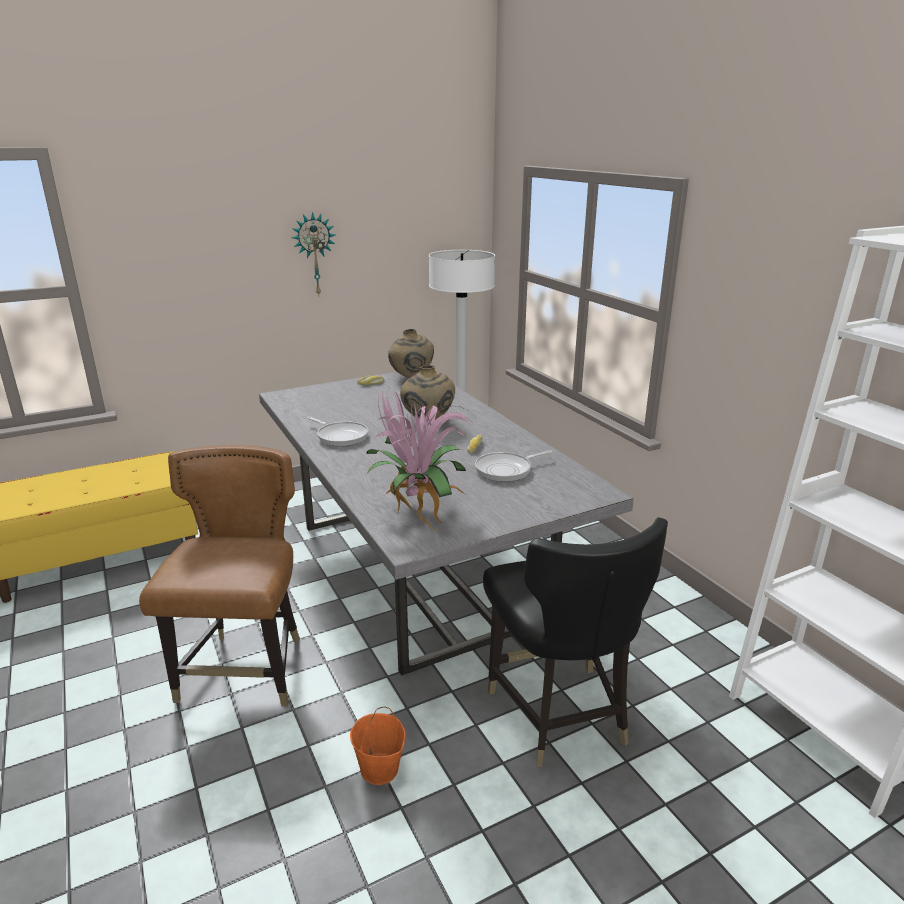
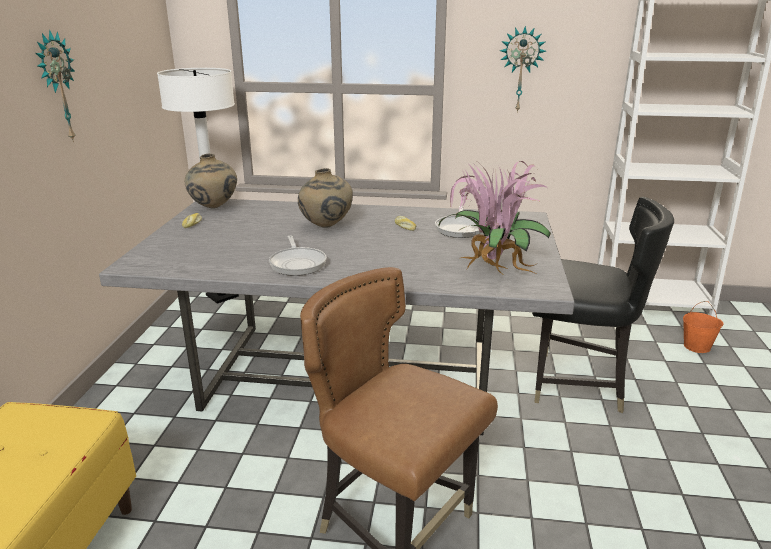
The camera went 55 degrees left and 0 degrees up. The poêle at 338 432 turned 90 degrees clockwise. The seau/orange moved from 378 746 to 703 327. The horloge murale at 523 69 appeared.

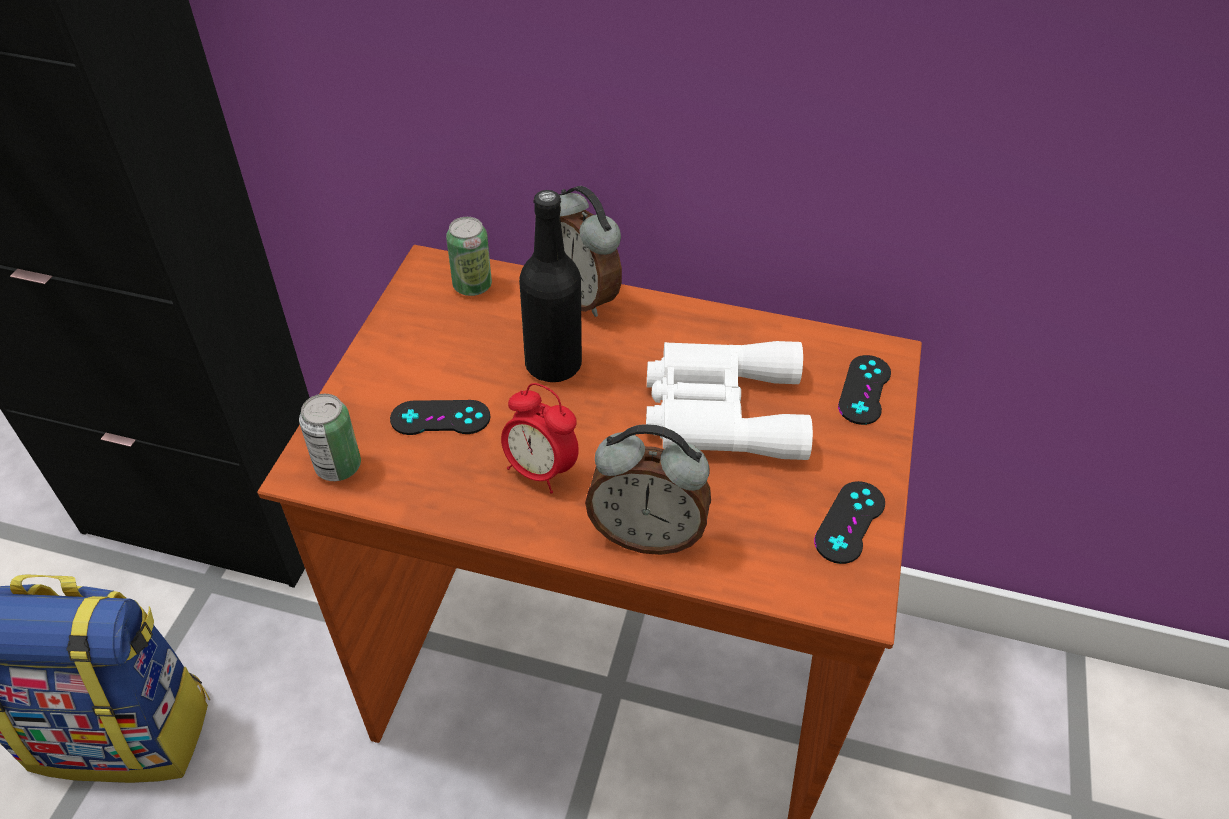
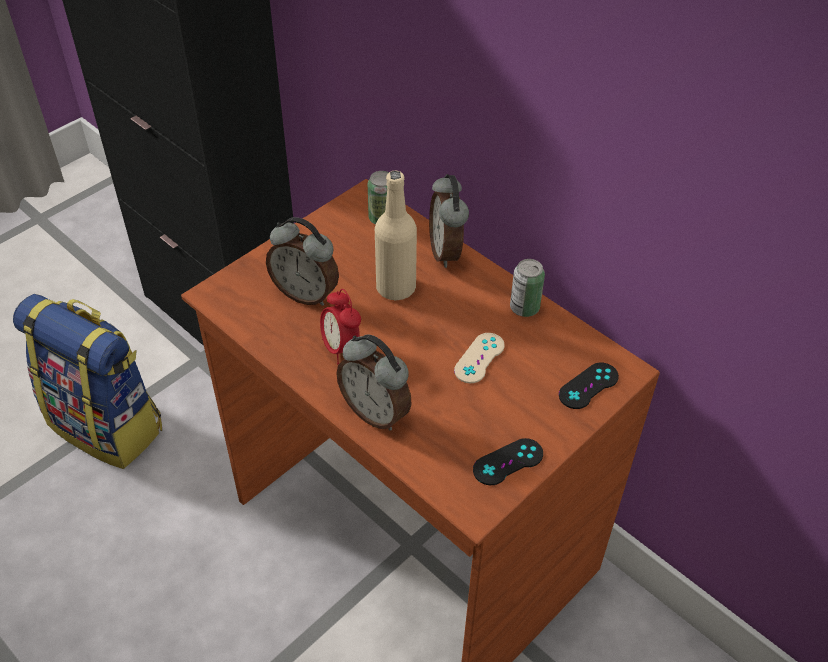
The camera went 30 degrees right and 0 degrees up. The bouteille/noir at 550 286 became the bouteille/beige at 396 236. The jumelles/blanc at 729 400 was replaced by the manette/beige at 479 358. The boîte métallique moved from 330 437 to 527 288. The manette/noir at 440 417 was replaced by the réveil at 302 261.

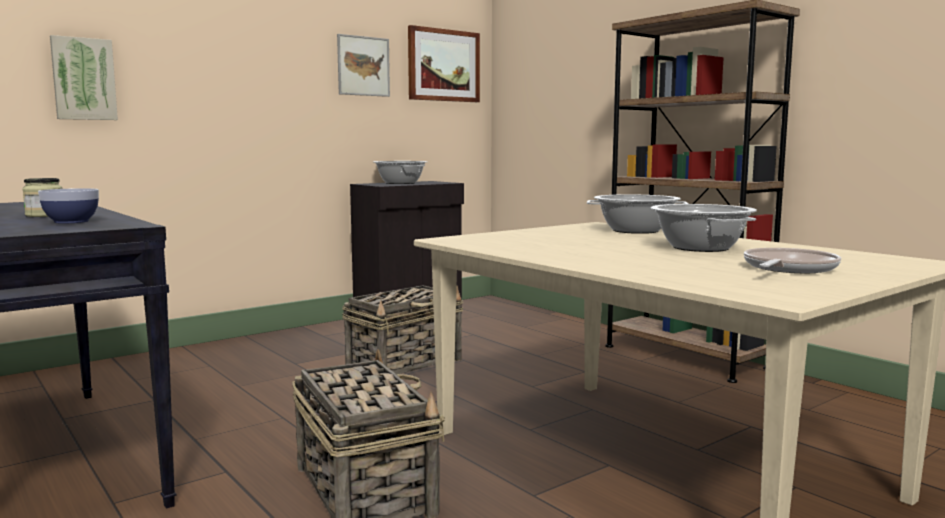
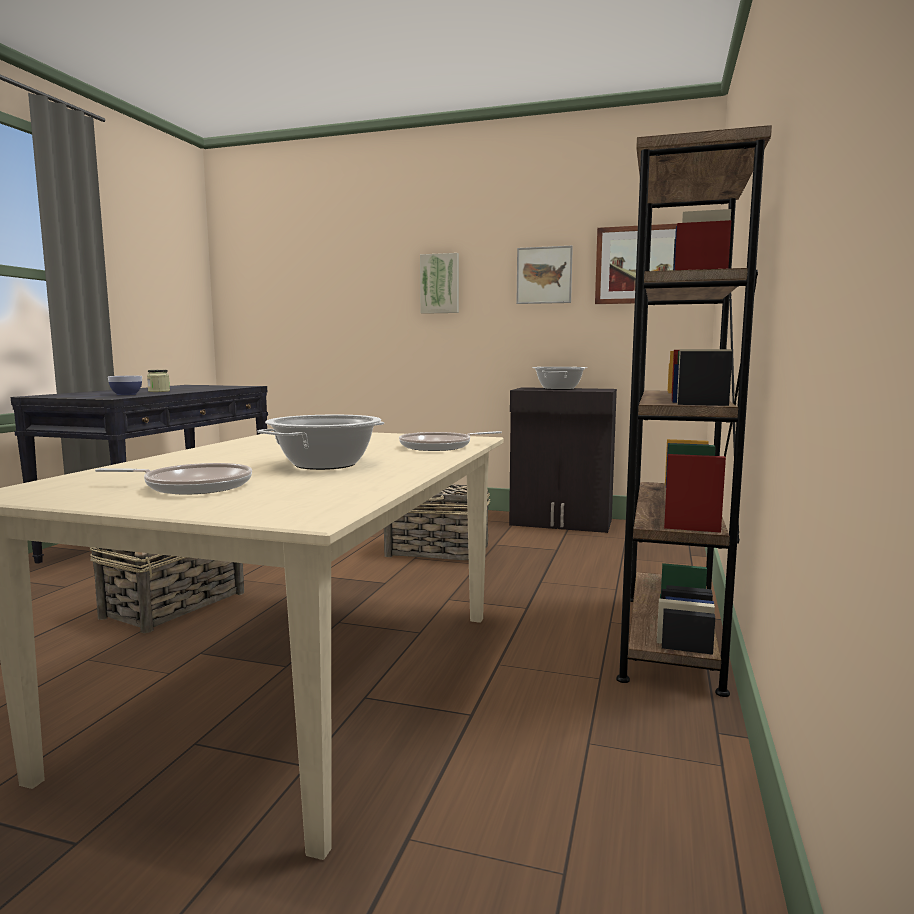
The camera went 55 degrees right and 0 degrees up. The tableau moved from 84 77 to 439 283. The marmite at 637 214 was replaced by the poêle at 450 441.

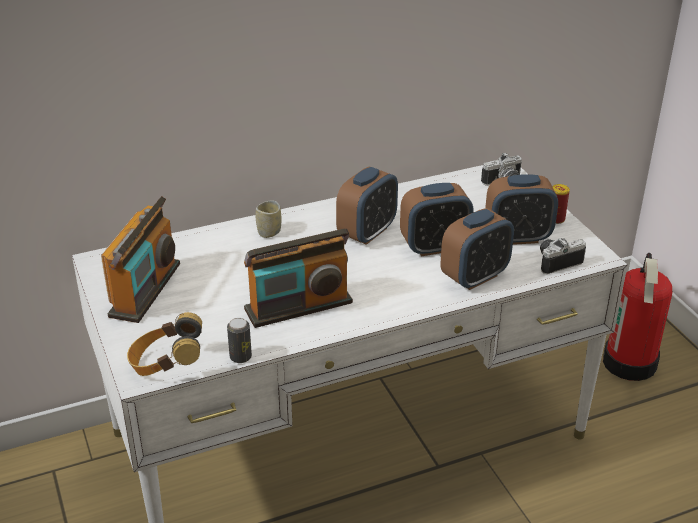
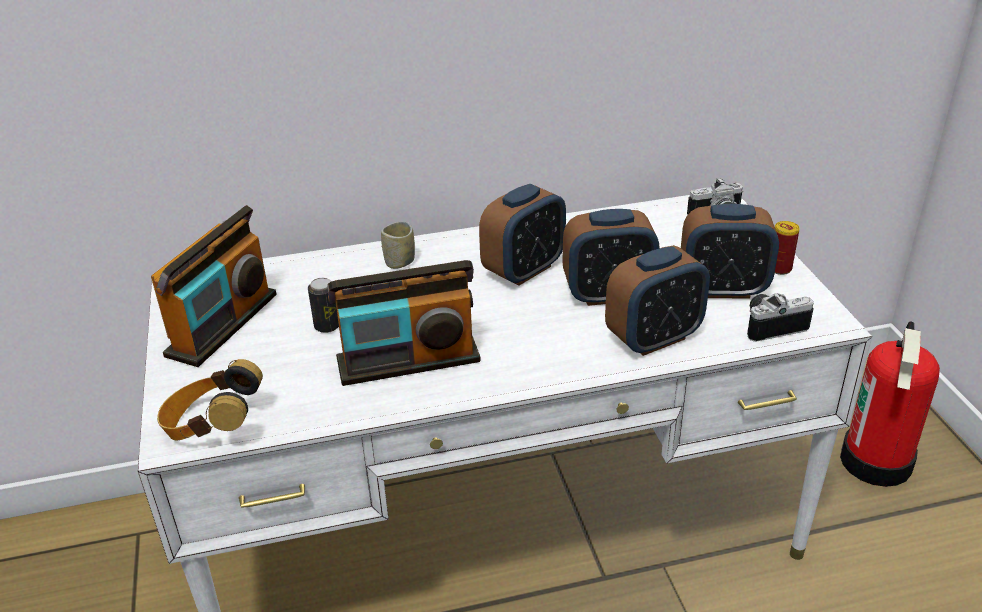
The camera went 10 degrees right and 0 degrees up. The boîte métallique moved from 239 340 to 323 305.

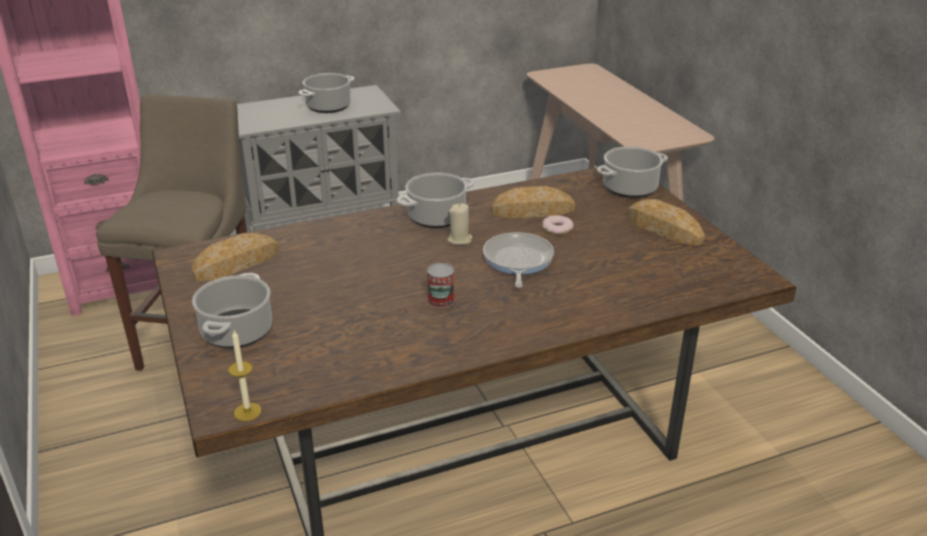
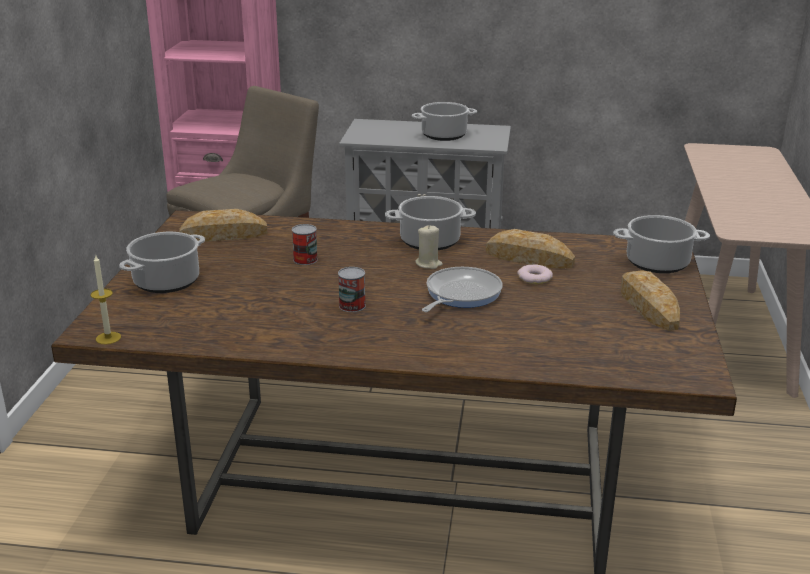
The camera went 30 degrees right and 5 degrees down. The boîte métallique at 305 244 appeared.

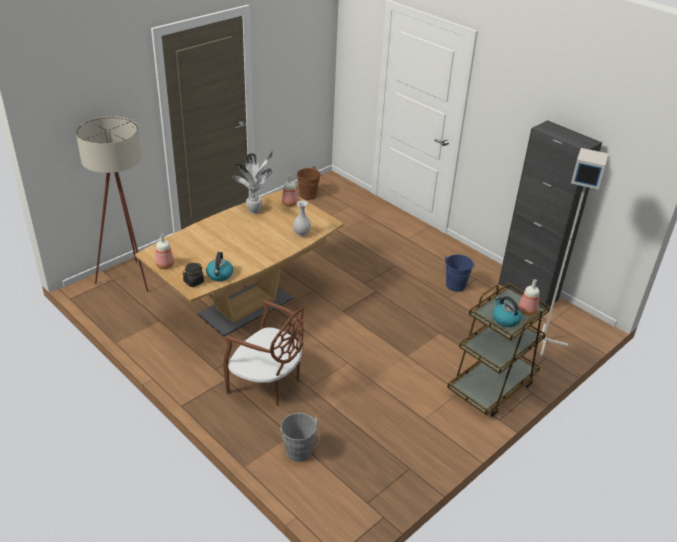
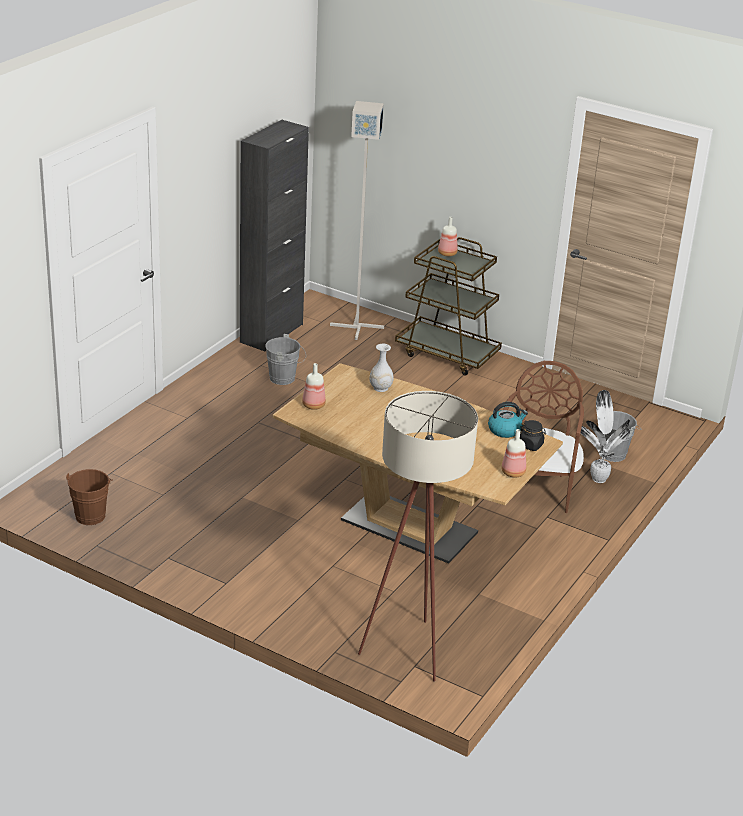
The camera went 105 degrees left and 5 degrees down. The plante en pot moved from 252 182 to 605 436. The seau/bleu at 459 273 became the seau/gris at 285 359. The bouilloire at 507 311 disappeared.

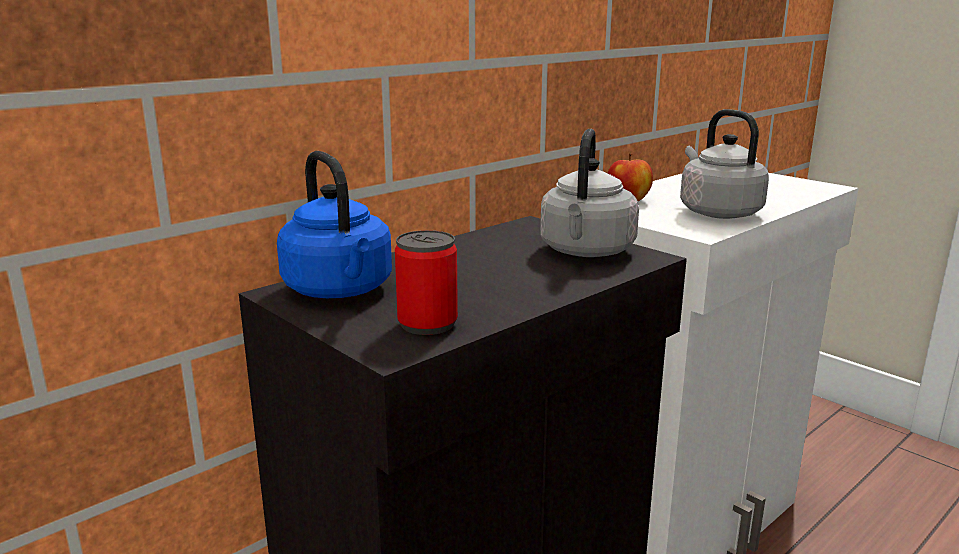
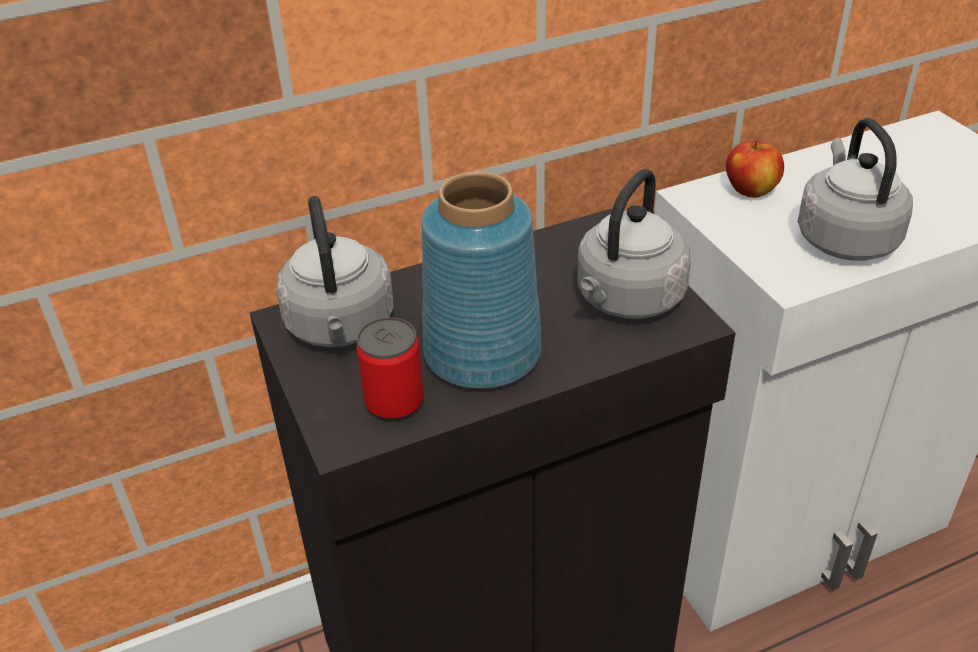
The camera went 20 degrees right and 20 degrees up. The bouilloire/bleu at 334 224 became the bouilloire/gris at 335 271. The vase/bleu at 481 280 appeared.

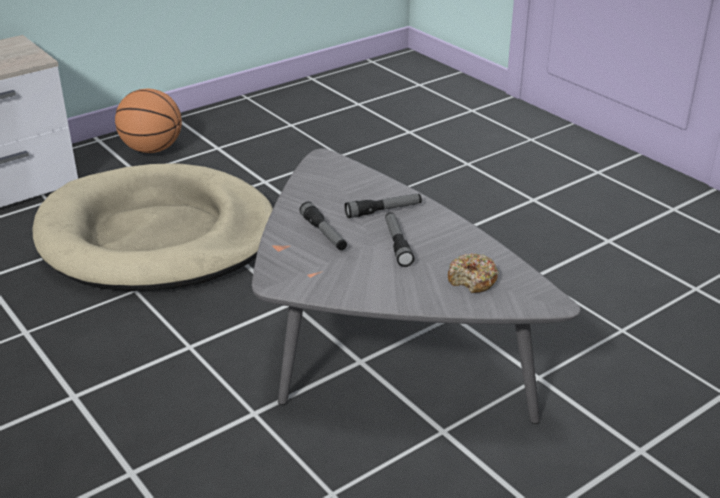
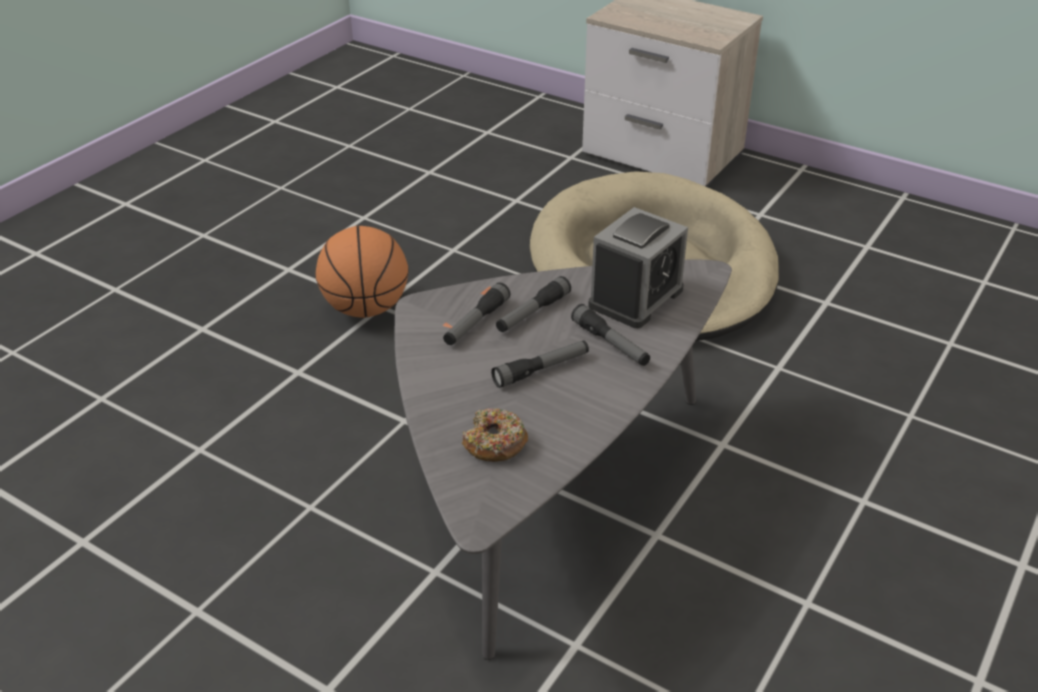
The camera went 70 degrees right and 5 degrees up. The ballon de basket moved from 148 121 to 362 272. The réveil at 638 267 appeared. The lampe de poche at 476 314 appeared.

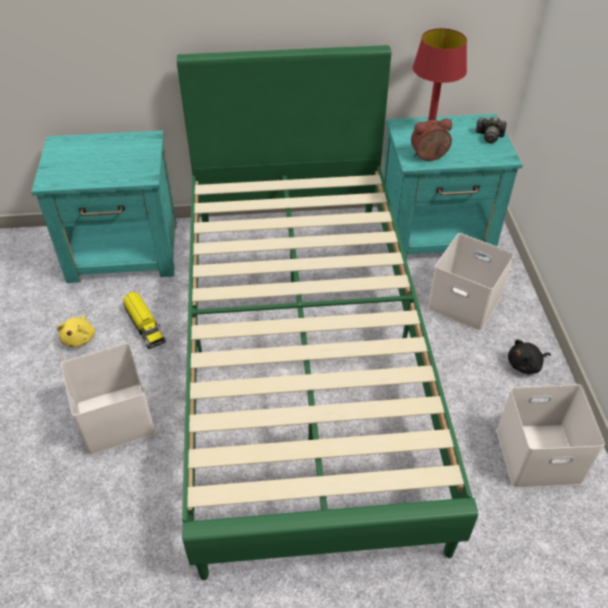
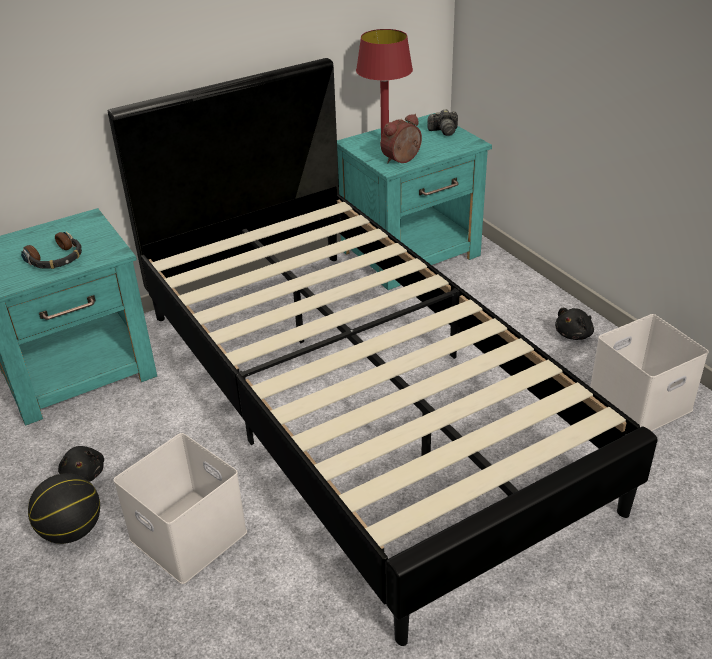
The camera went 25 degrees left and 10 degrees down. The lit/vert at 327 312 became the lit/noir at 383 352. The boîte de rangement/blanc at 470 282 disappeared. The camion jouet at 144 320 disappeared. The peluche/jaune at 76 331 became the peluche/noir at 81 464. The casque audio at 51 250 appeared. The ballon de basket at 64 508 appeared.

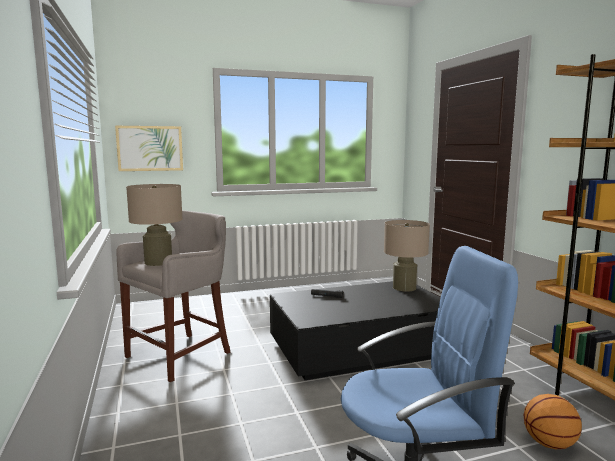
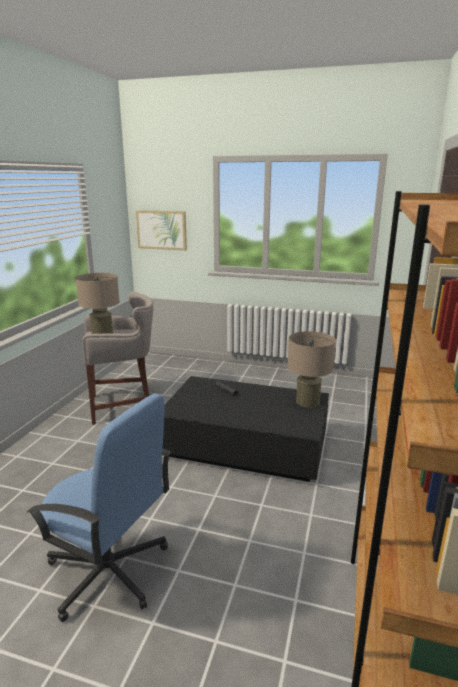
The camera went 35 degrees right and 10 degrees up. The ballon de basket at 552 421 disappeared.

